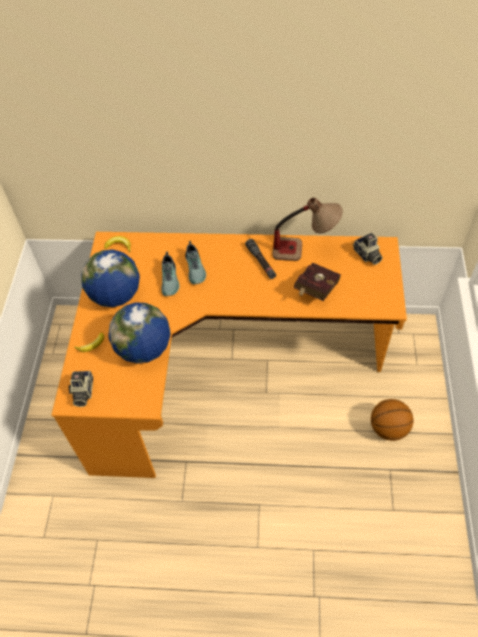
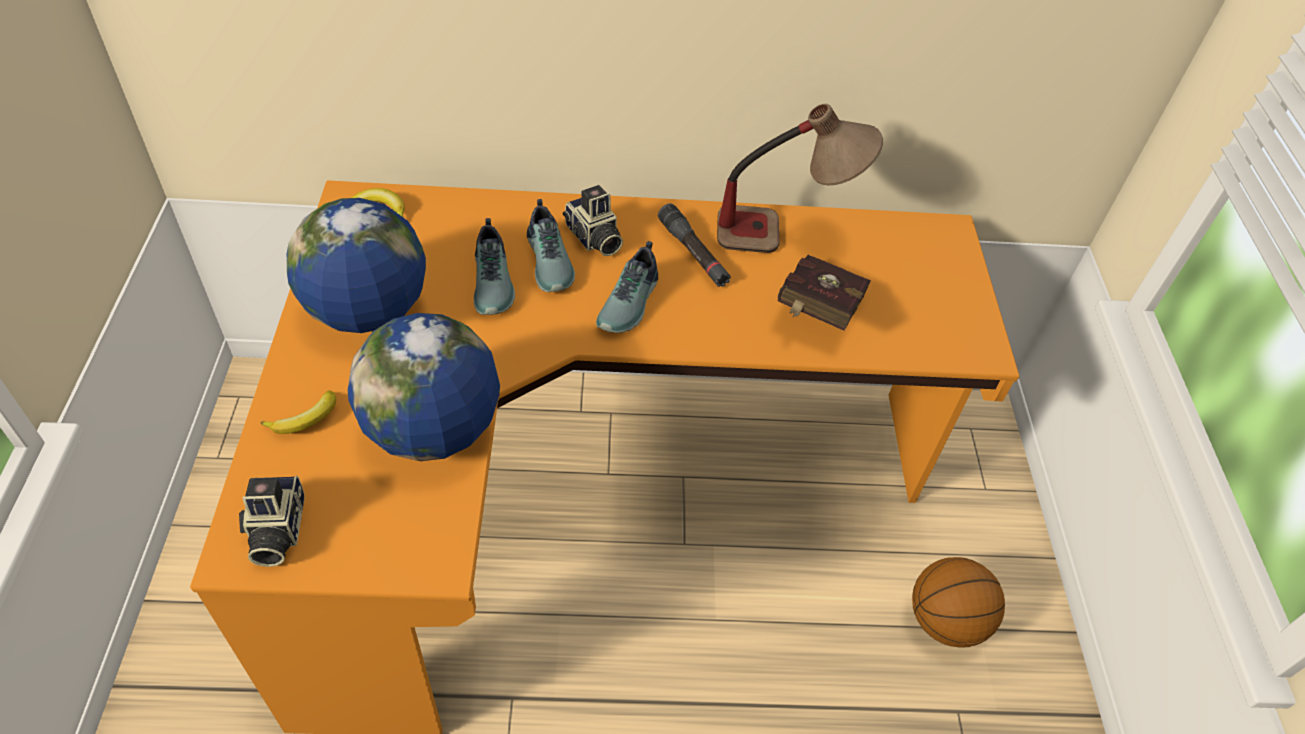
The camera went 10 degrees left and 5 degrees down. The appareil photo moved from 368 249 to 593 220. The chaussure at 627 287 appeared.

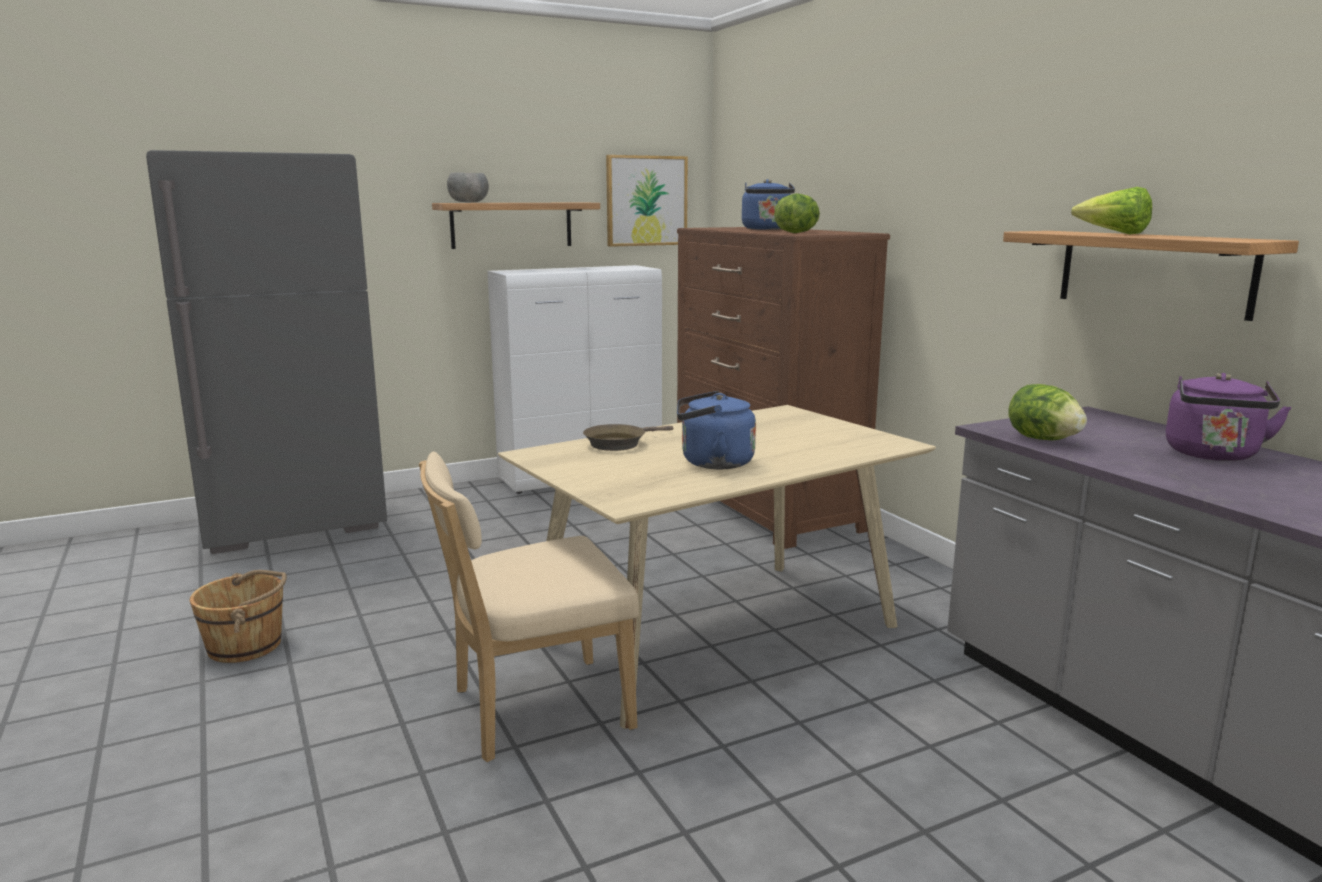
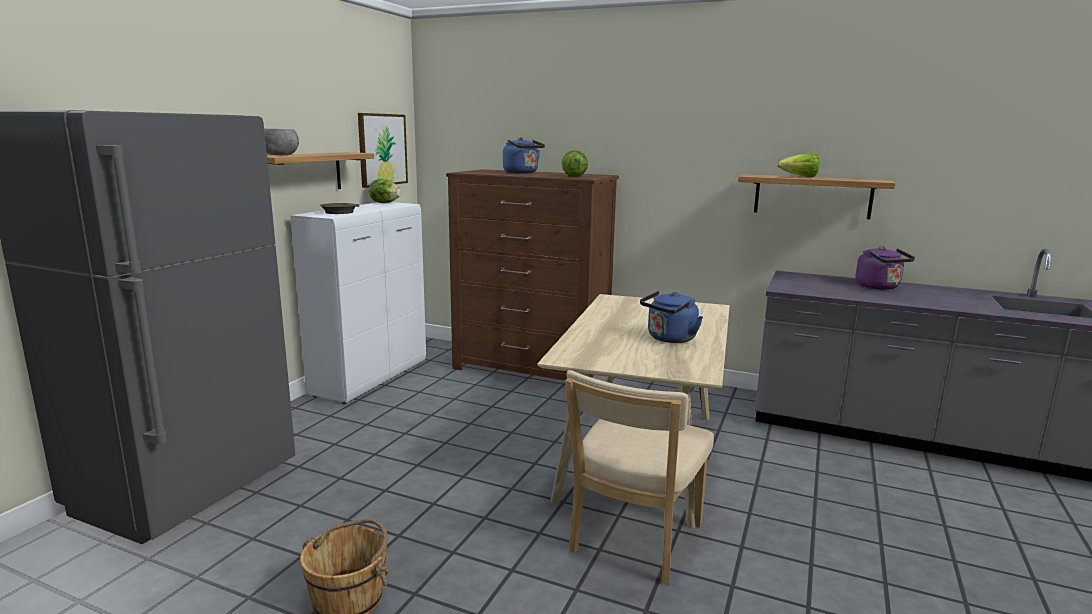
The camera went 40 degrees left and 0 degrees up. The laitue moved from 1047 412 to 385 191. The poêle/marron moved from 628 437 to 339 208.

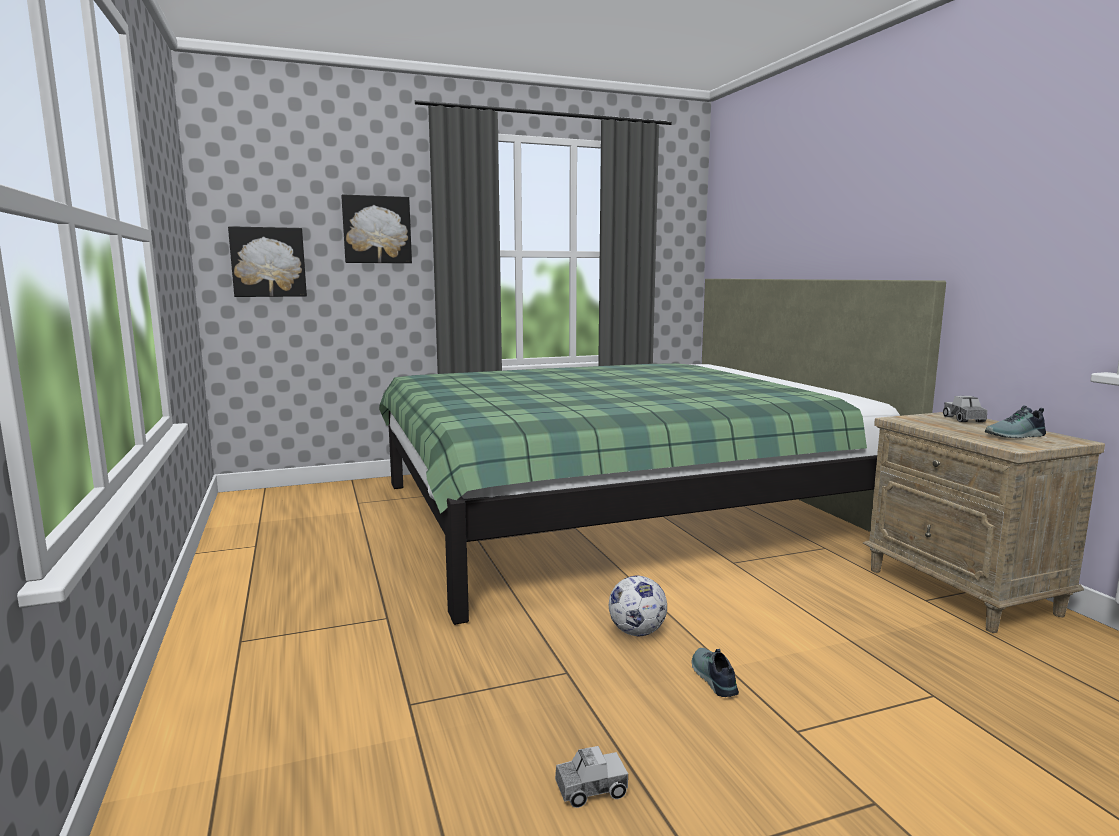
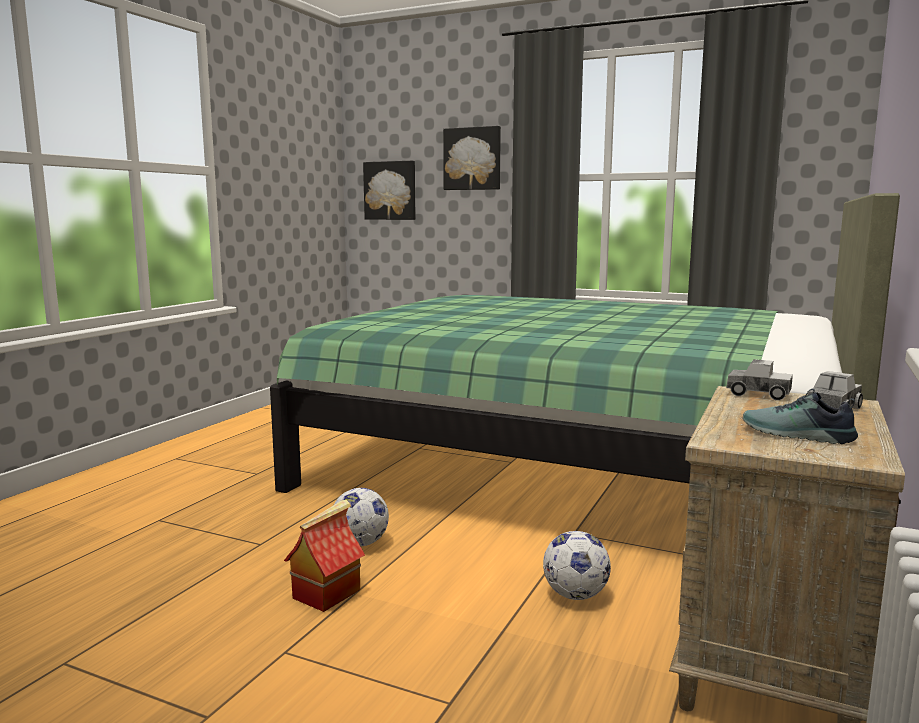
The camera went 45 degrees right and 0 degrees up. The chaussure at 715 672 was replaced by the maison miniature at 324 556. The camion jouet moved from 591 777 to 759 380. The ballon de foot at 577 565 appeared.

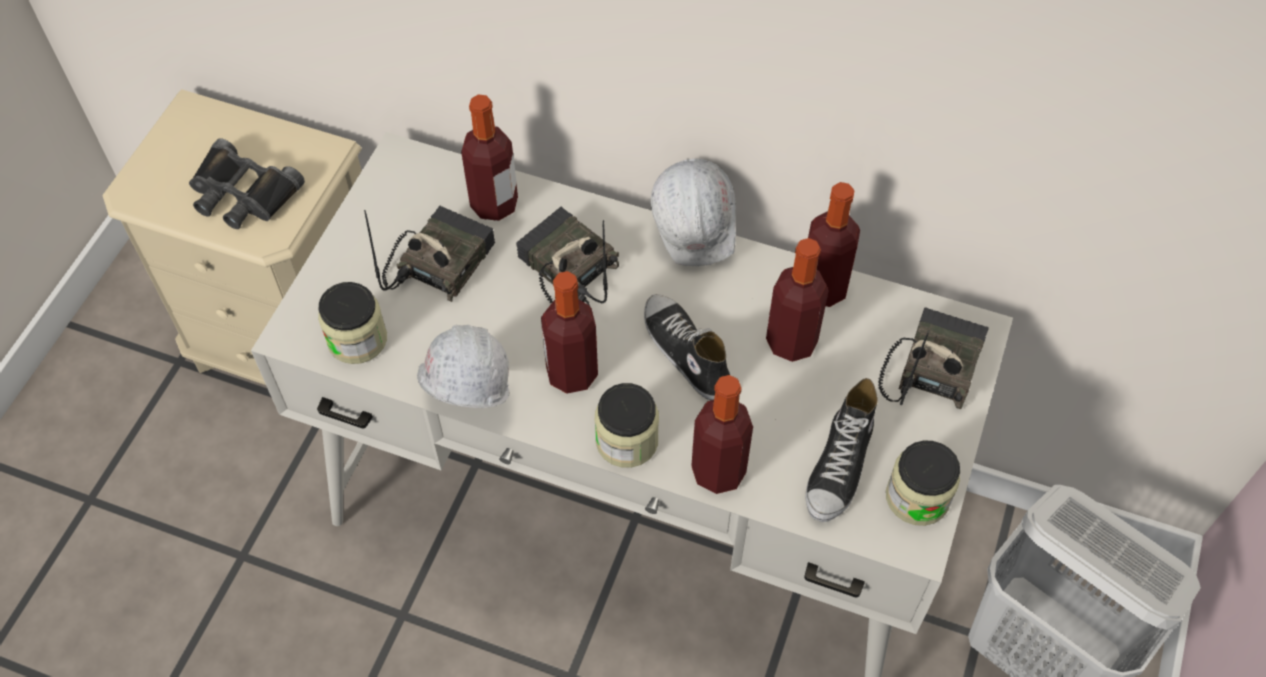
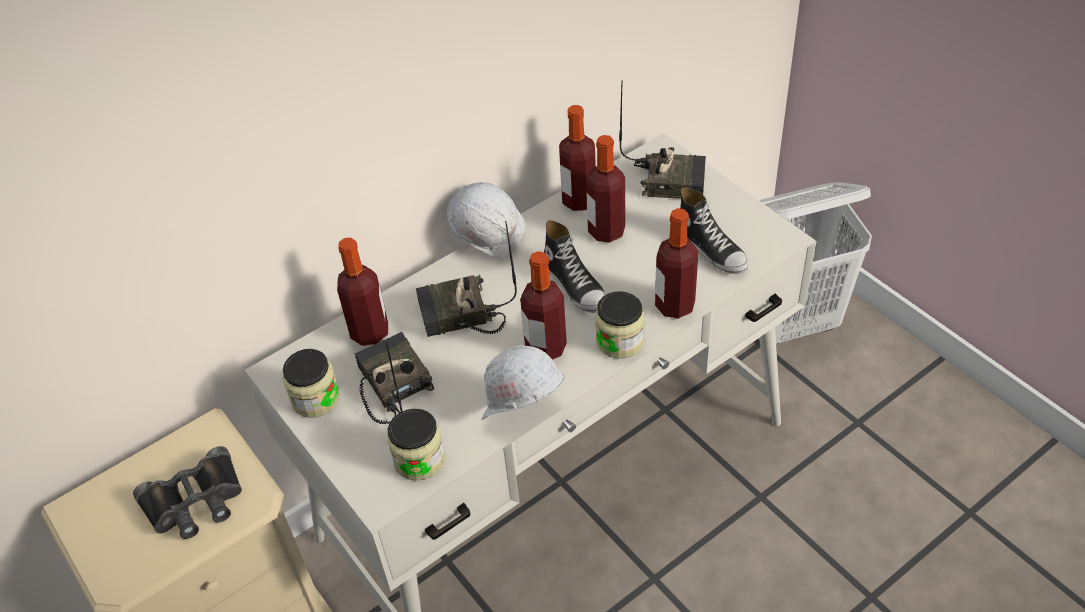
The camera went 55 degrees left and 10 degrees down. The chaussure at 687 347 turned 120 degrees counterclockwise. The radio at 933 358 turned 135 degrees clockwise. The bocal moved from 923 483 to 311 383.

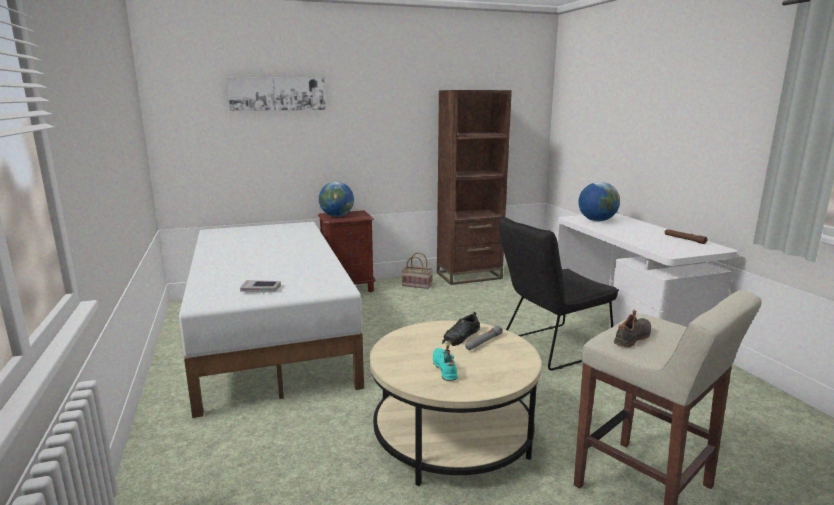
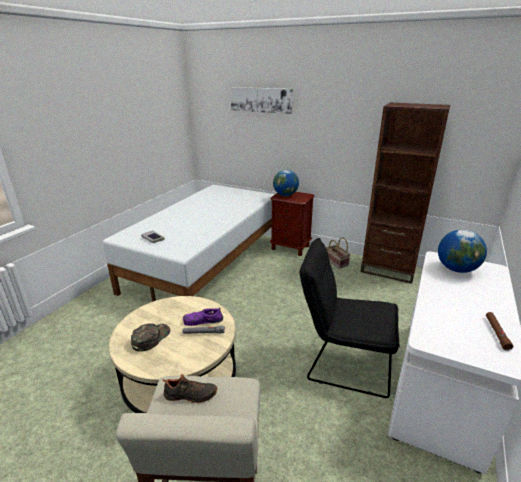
The camera went 45 degrees right and 10 degrees up. The chaussure/noir at 461 329 became the chaussure/violet at 203 317. The chaussure/turquoise at 445 363 was replaced by the casquette/vert at 151 337.

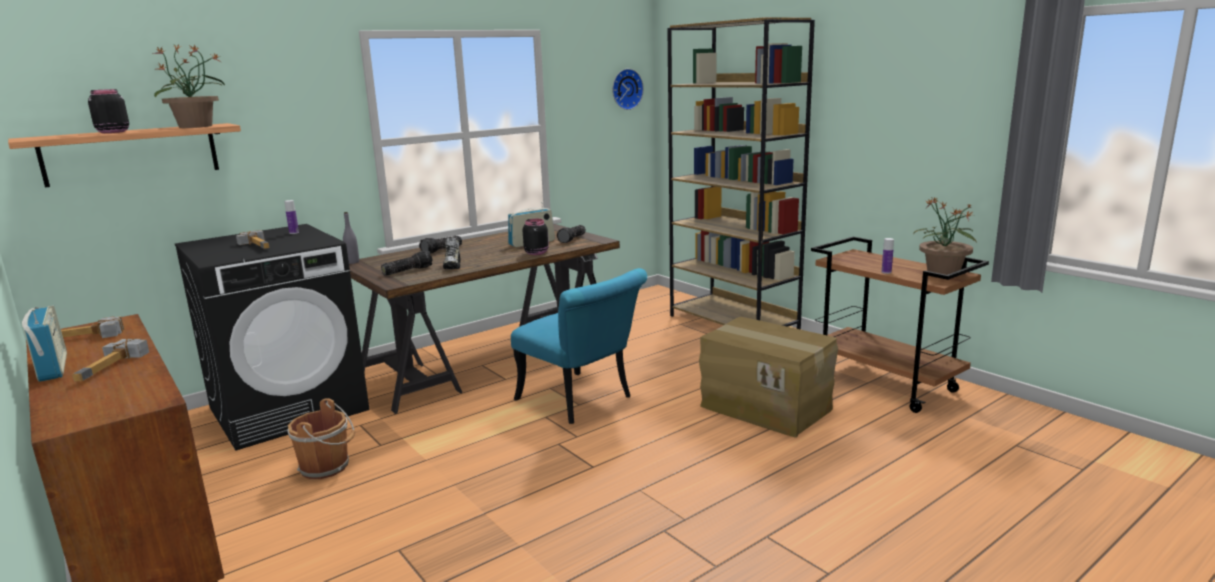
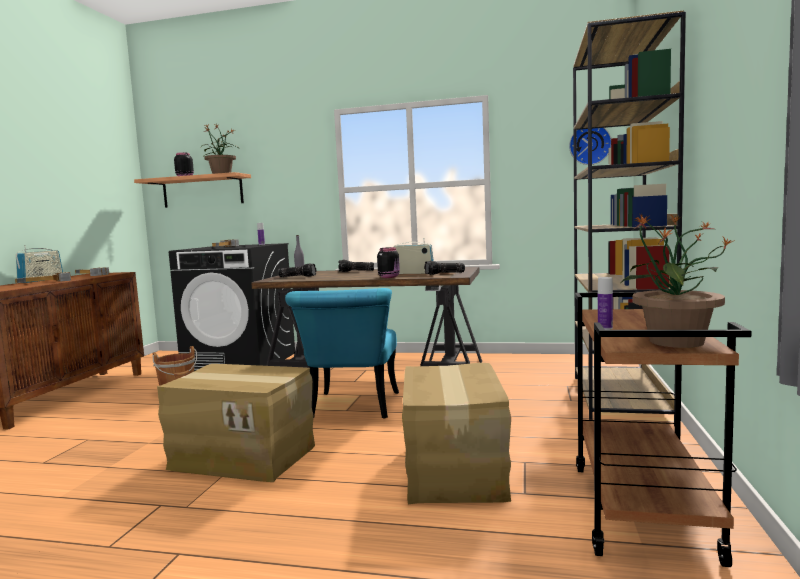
The camera went 50 degrees right and 10 degrees down. The chaussure at 452 253 disappeared. The carton at 236 423 appeared.

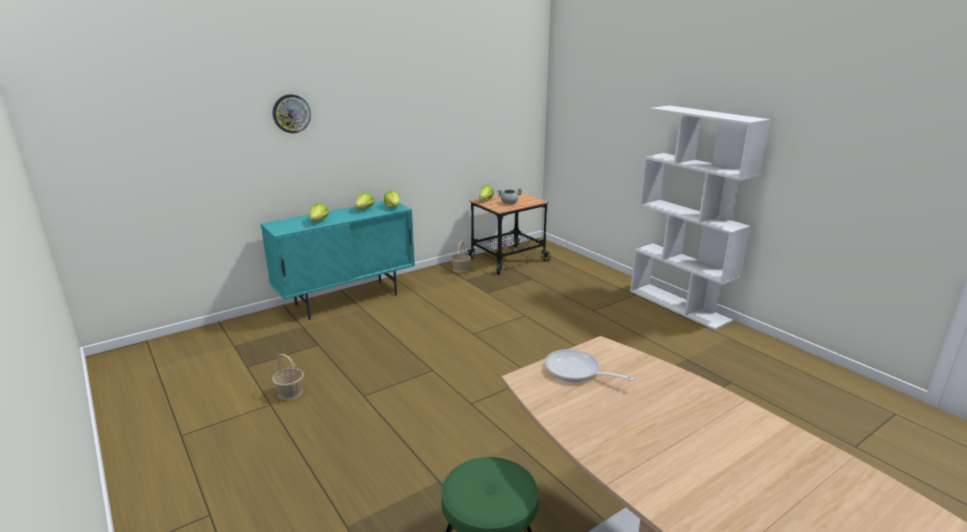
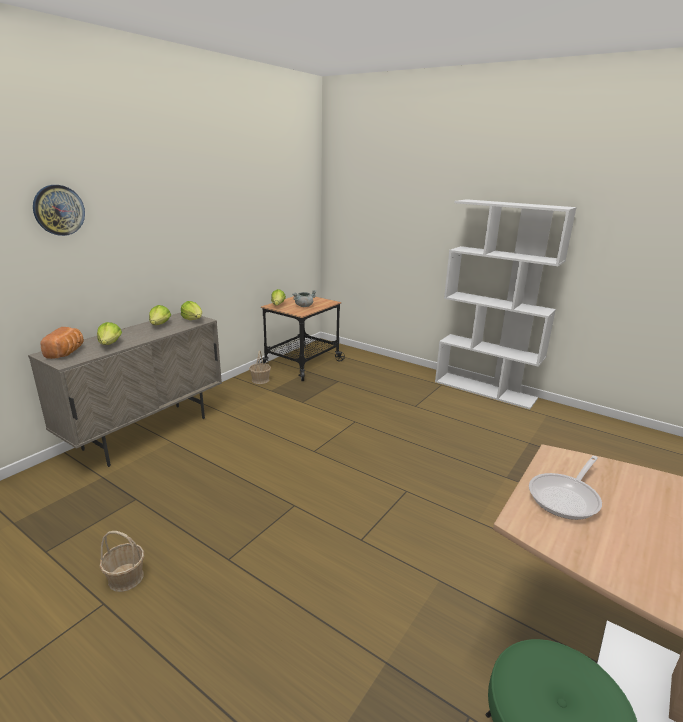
The camera went 20 degrees left and 0 degrees up. The meuble de rangement/turquoise at 337 260 became the meuble de rangement/beige at 125 389. The poêle at 590 365 turned 60 degrees counterclockwise. The pain at 62 343 appeared.

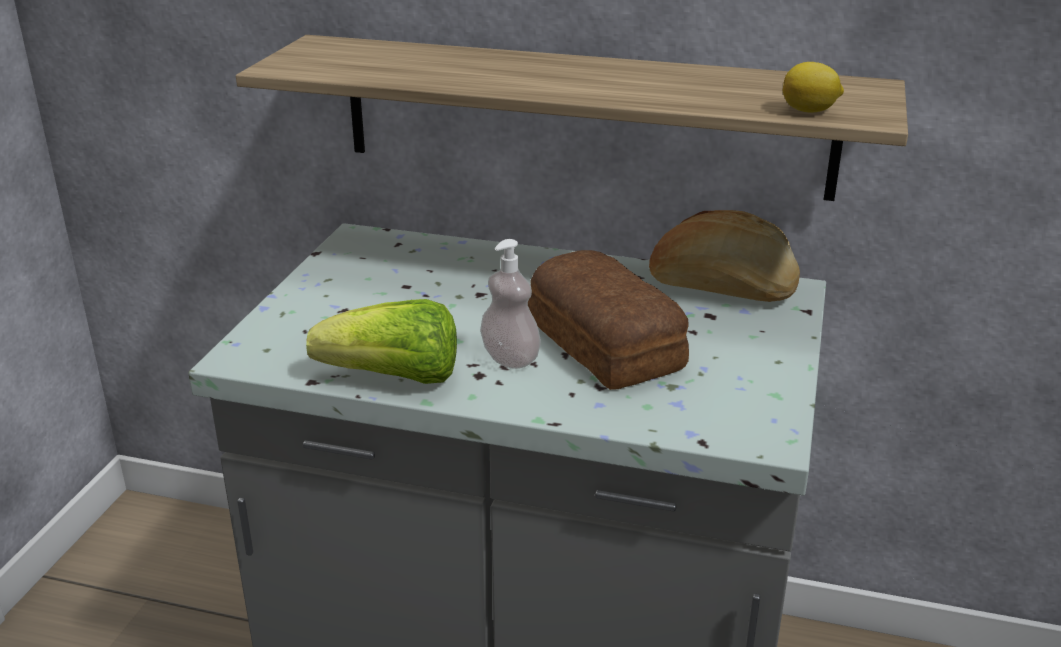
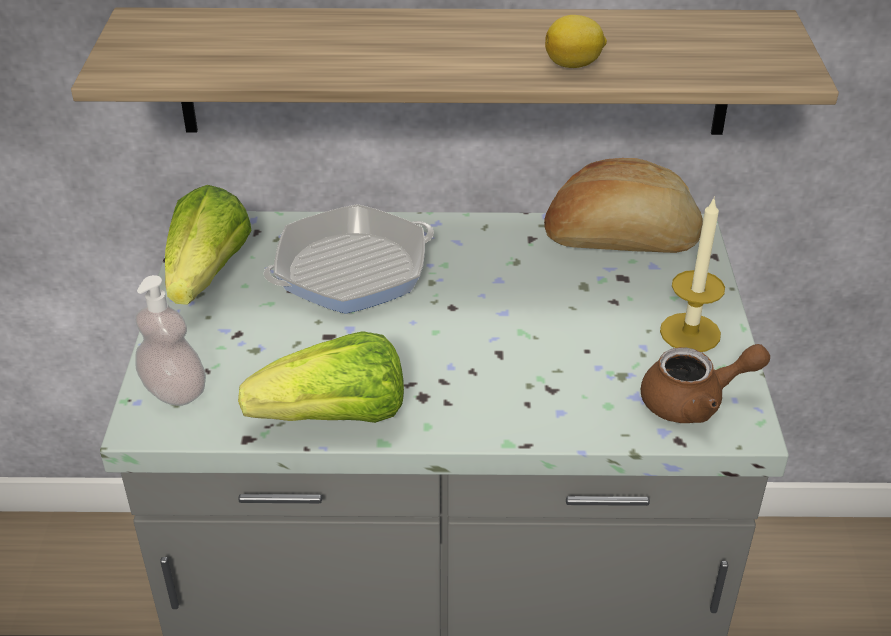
The camera went 15 degrees left and 10 degrees up. The citron moved from 813 87 to 576 41. The distributeur de savon moved from 510 304 to 170 340. The pain at 608 320 disappeared. The laitue at 208 245 appeared. The bougie at 692 274 appeared. The poêle at 348 259 appeared. The théière/marron at 705 383 appeared.

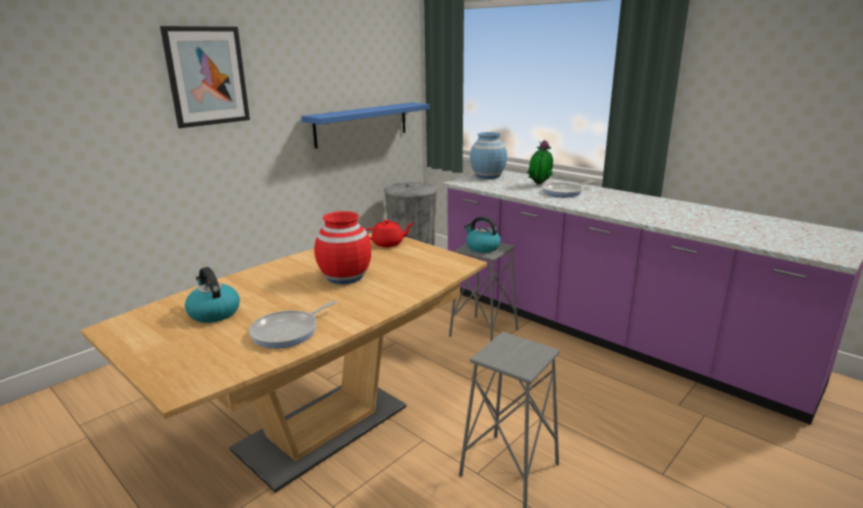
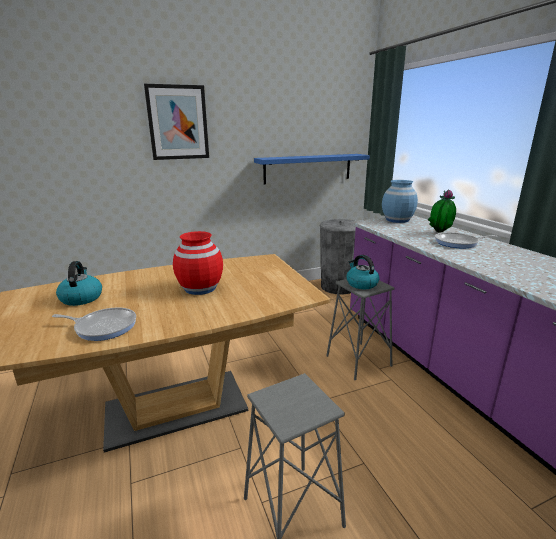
The camera went 25 degrees right and 0 degrees up. The théière/rouge at 389 233 disappeared. The poêle at 293 324 turned 150 degrees counterclockwise.

